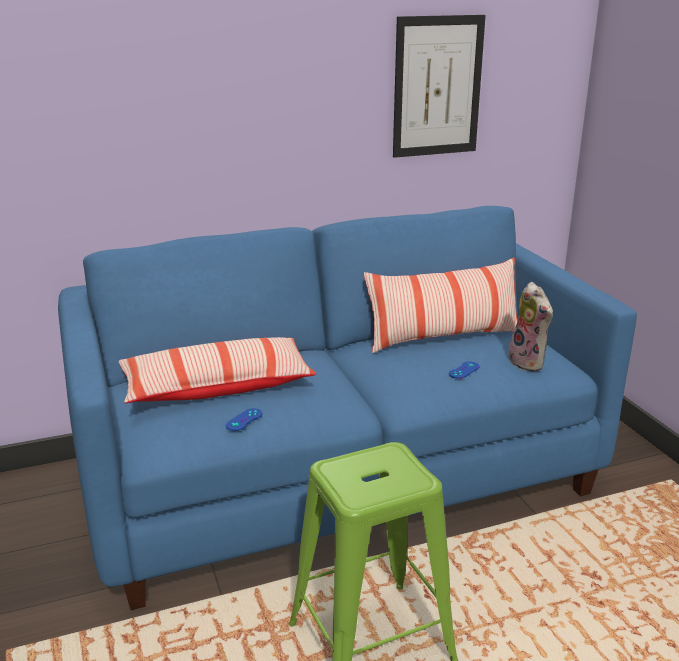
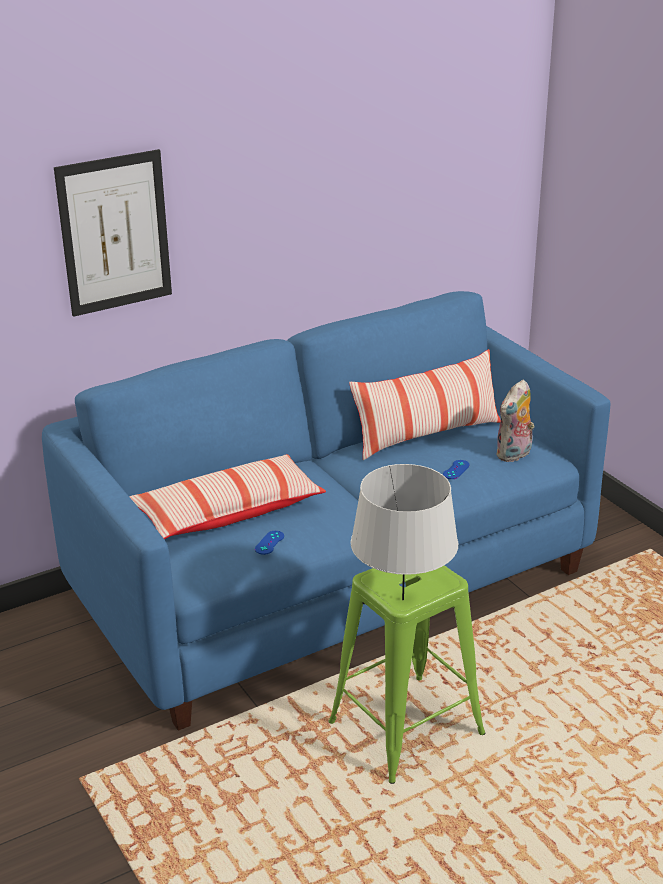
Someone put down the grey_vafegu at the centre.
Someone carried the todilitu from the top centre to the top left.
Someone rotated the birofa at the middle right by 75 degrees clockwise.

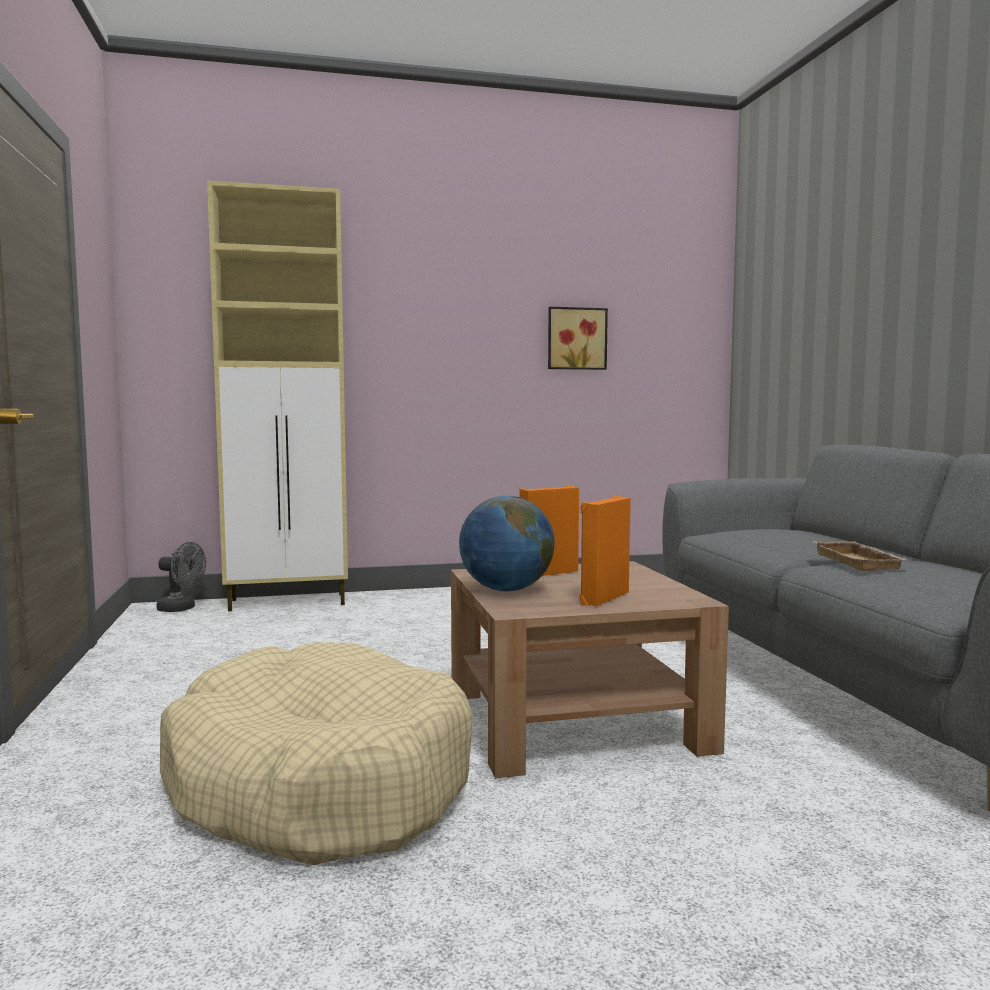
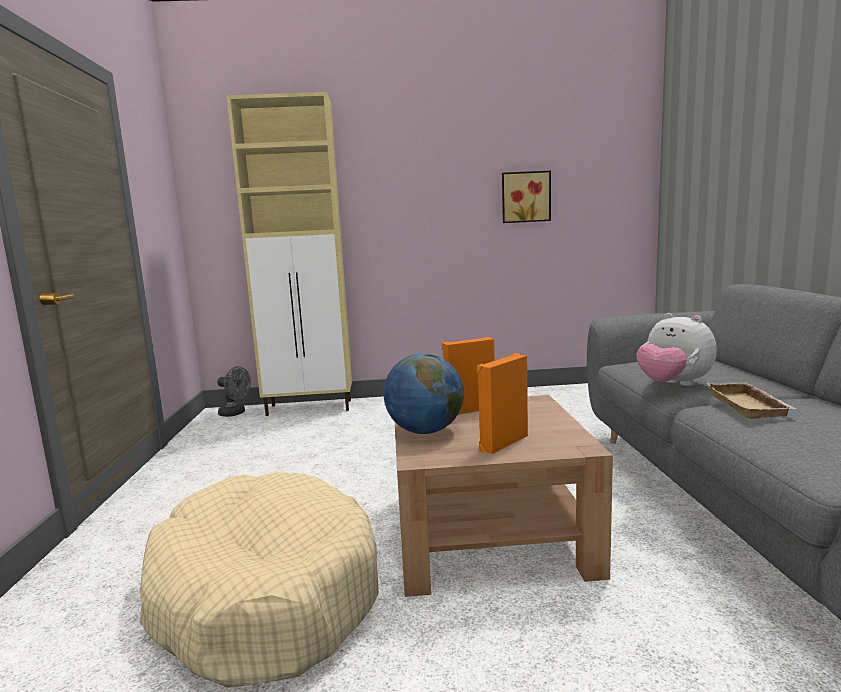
Someone put down the birofa at the middle right.

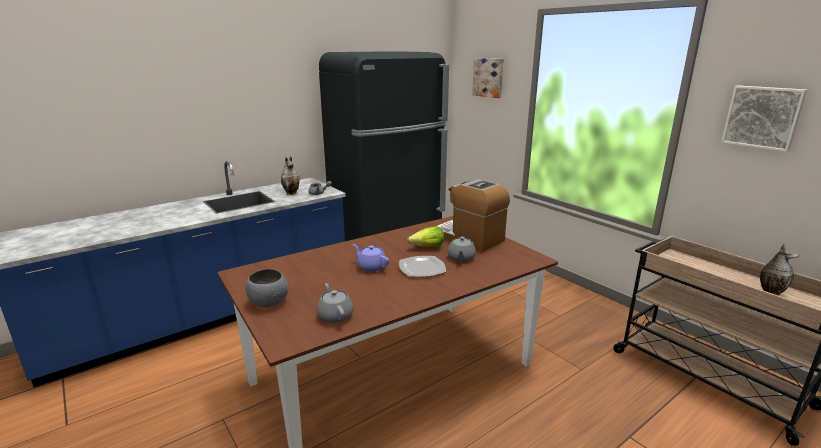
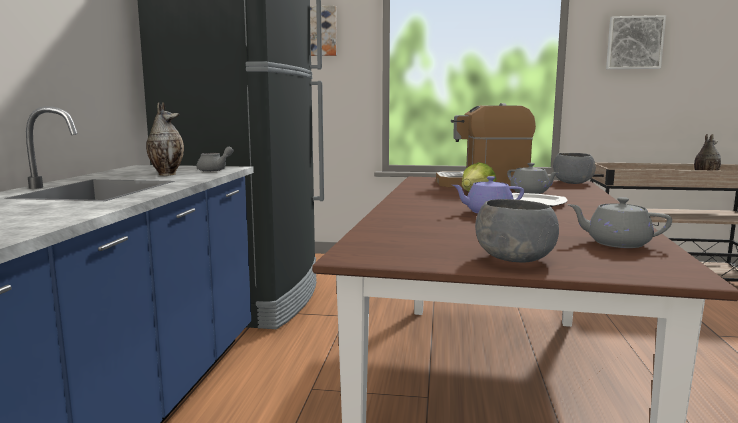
Someone put down the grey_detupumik (2nd from left) at the middle right.

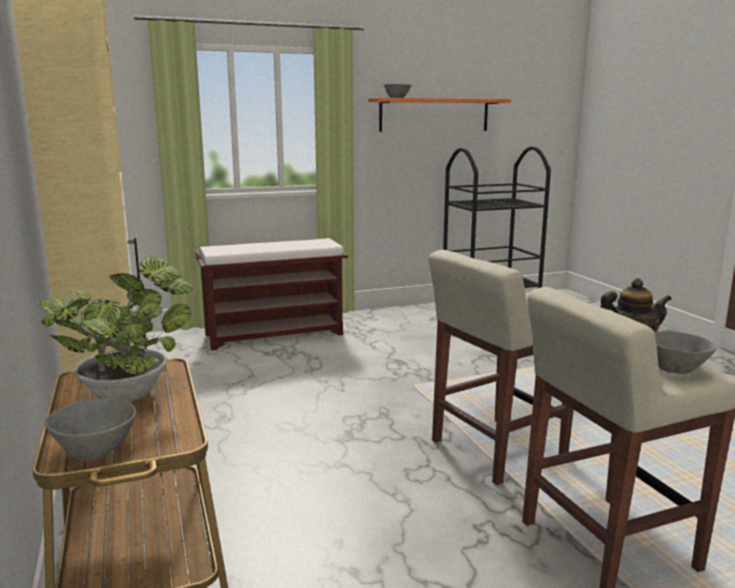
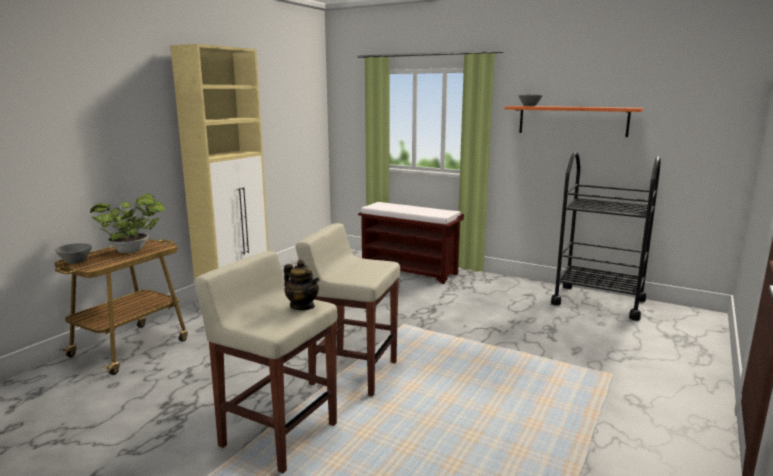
Someone took away the grey_detupumik (3rd from left) at the middle right.

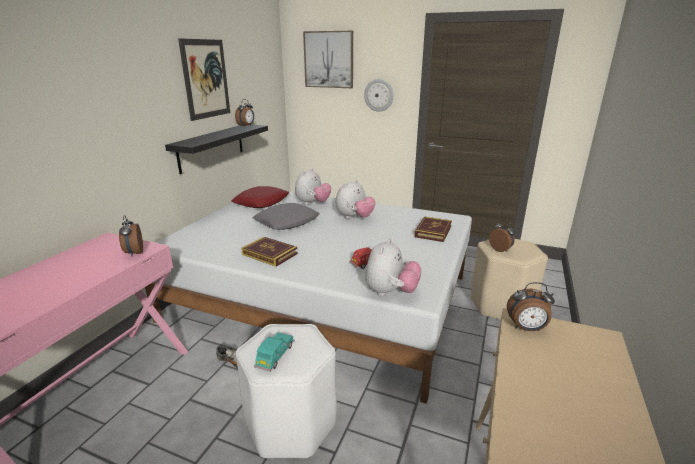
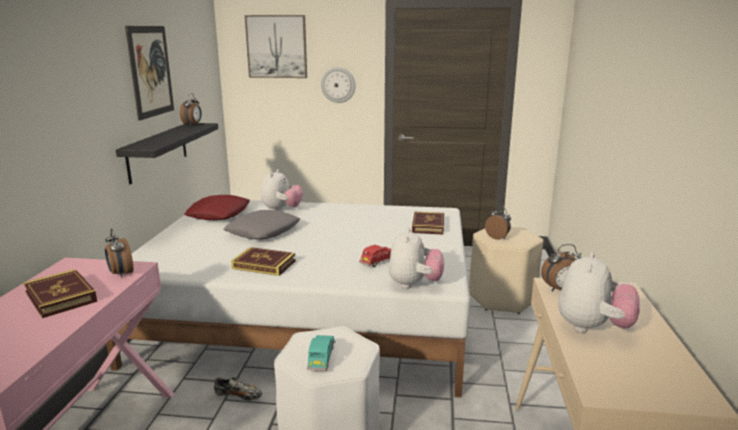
Someone put down the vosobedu (1st from left) at the bottom left.
Someone carried the birofa (2nd from left in the first image) from the centre to the bottom right.

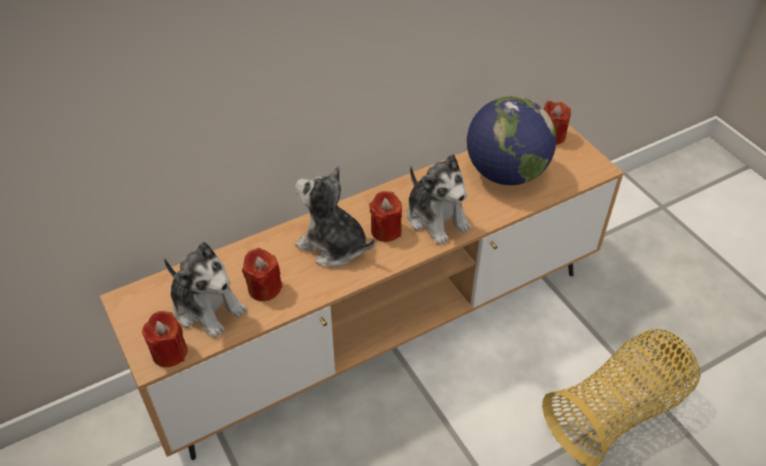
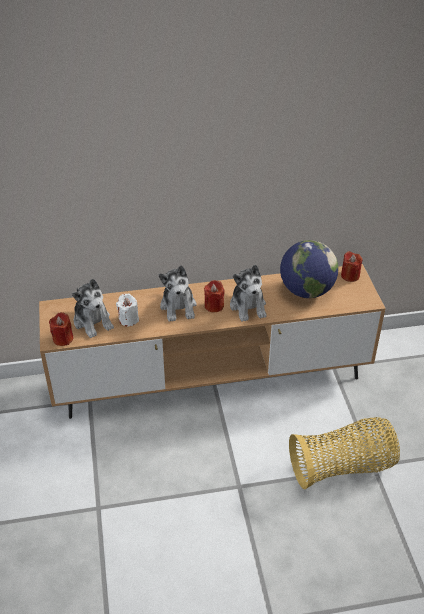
Someone repainted the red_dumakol (2nd from left) at the centre, which became the white_dumakol at the middle left.
Someone rotated the birofa (2nd from left) at the centre by 150 degrees counterclockwise.

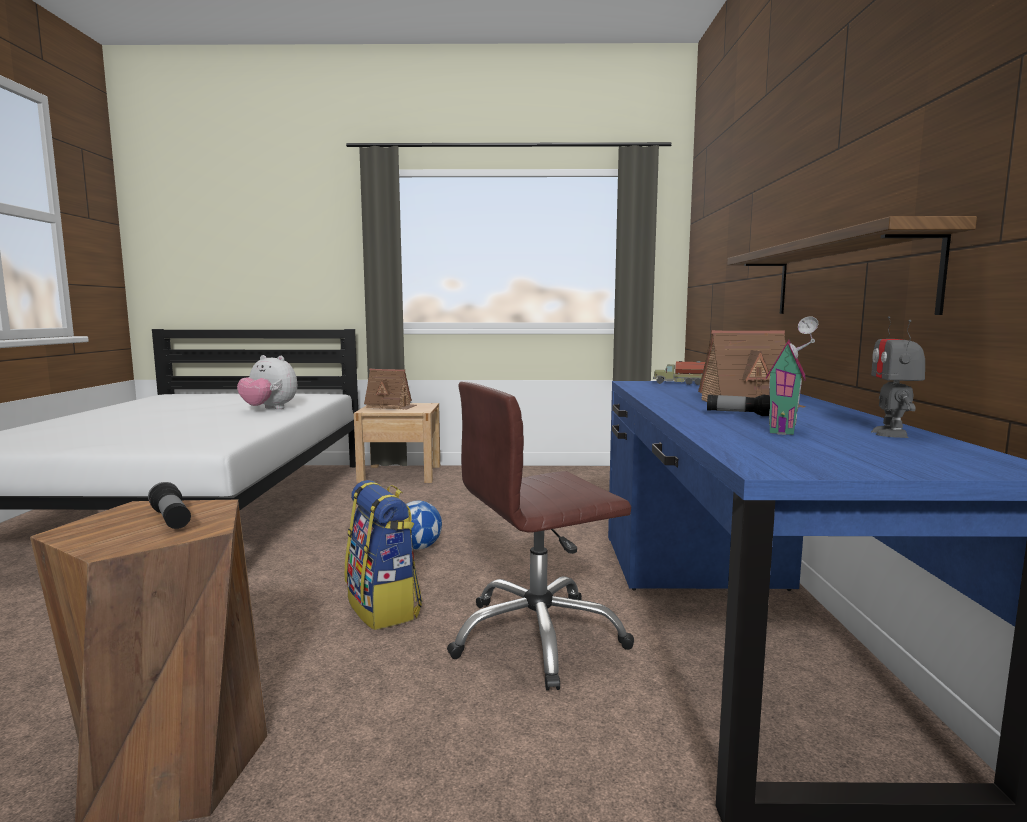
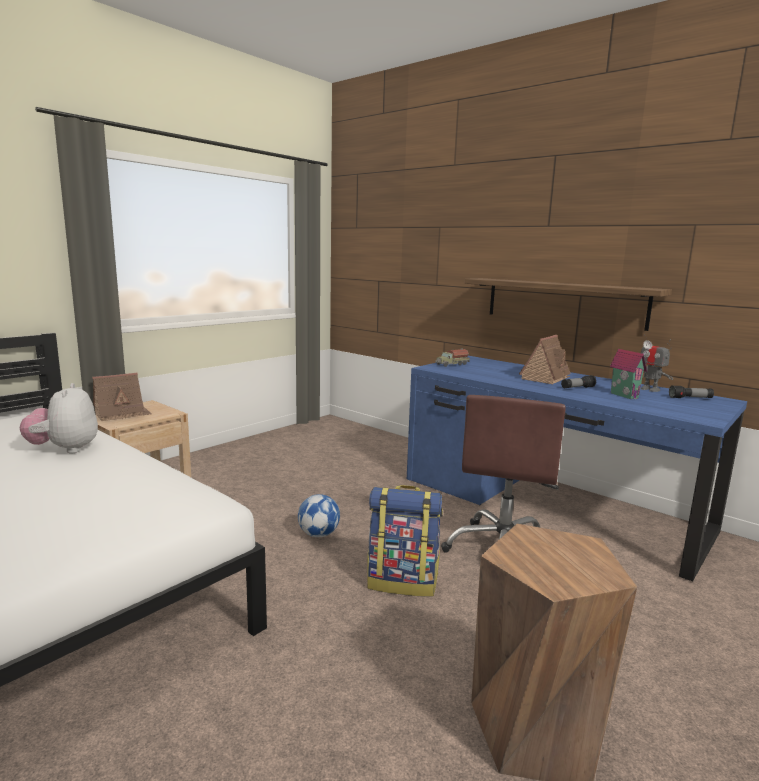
Someone carried the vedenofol (1st from left in the first image) from the middle left to the middle right.
Someone rotated the birofa at the middle left by 105 degrees clockwise.

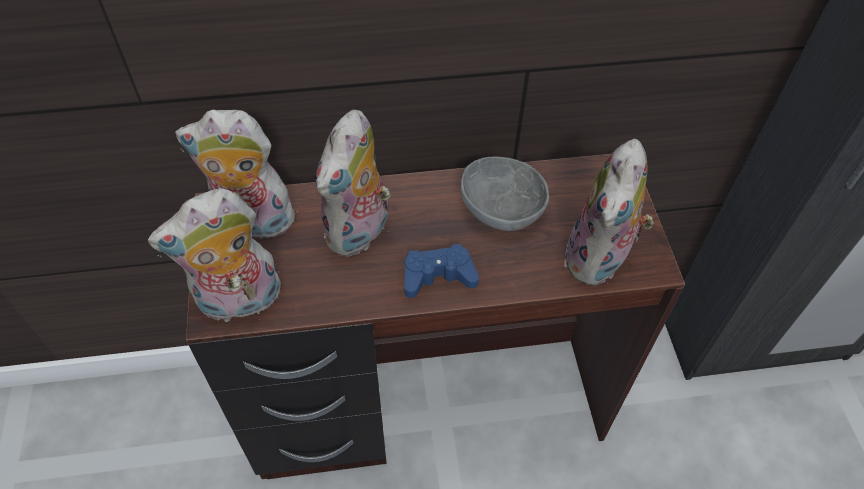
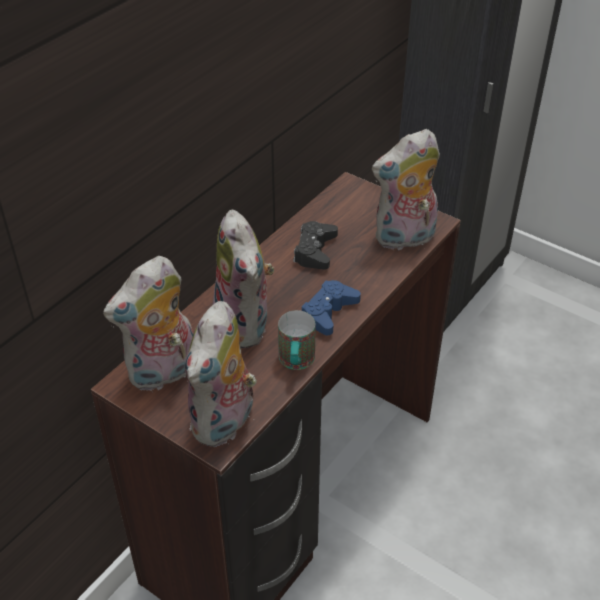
Someone put down the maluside at the centre.
Someone swapped the grey_detupumik at the centre for the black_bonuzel at the centre.
Someone rotated the birofa (4th from left) at the middle right by 90 degrees clockwise.

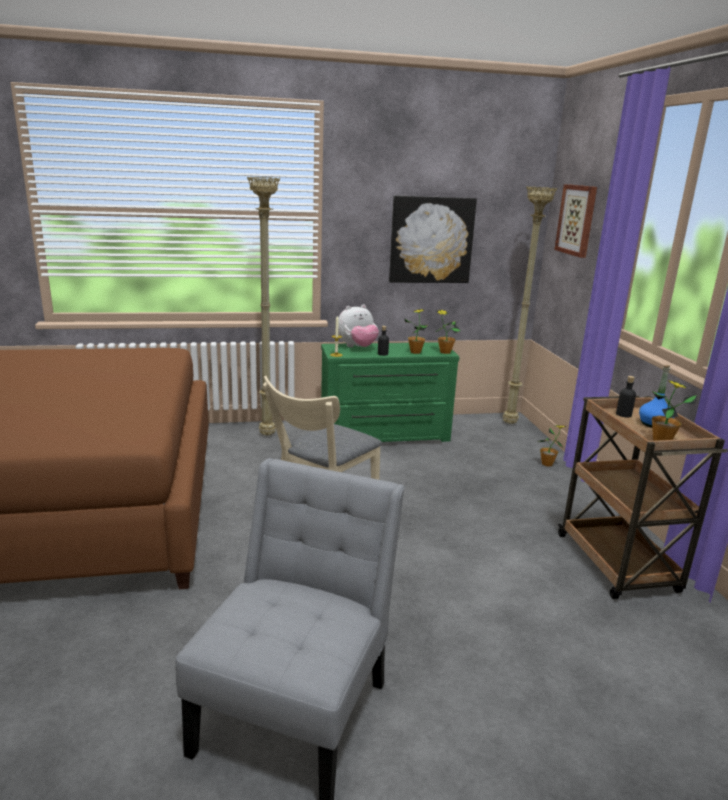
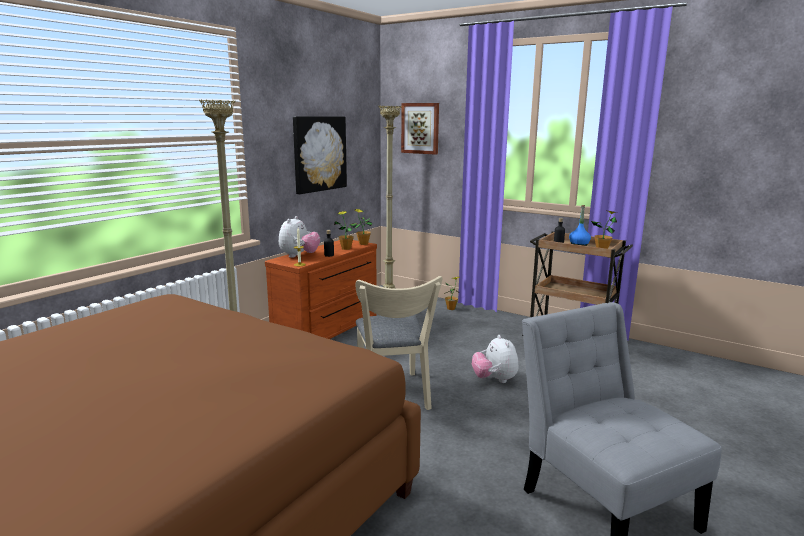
Someone put down the birofa (2nd from left) at the bottom centre.
Someone repainted the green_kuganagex at the centre, which became the brown_kuganagex at the centre.

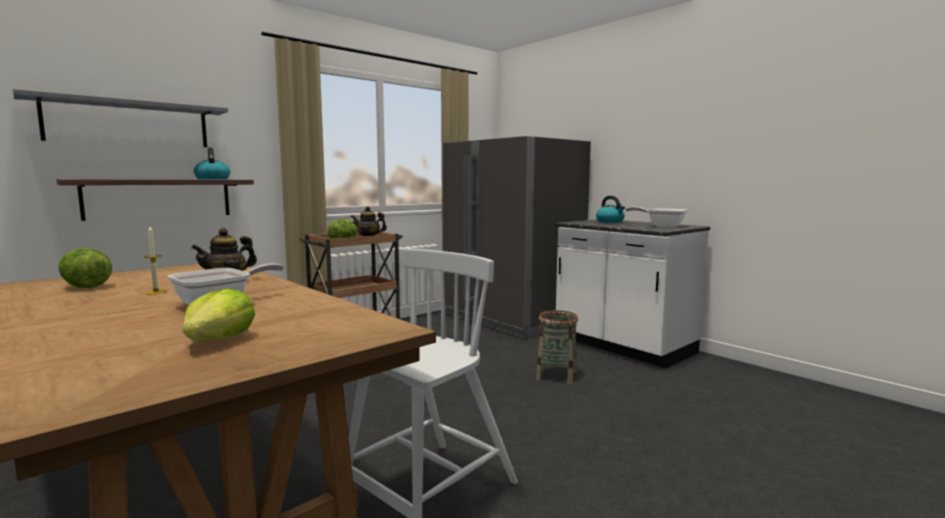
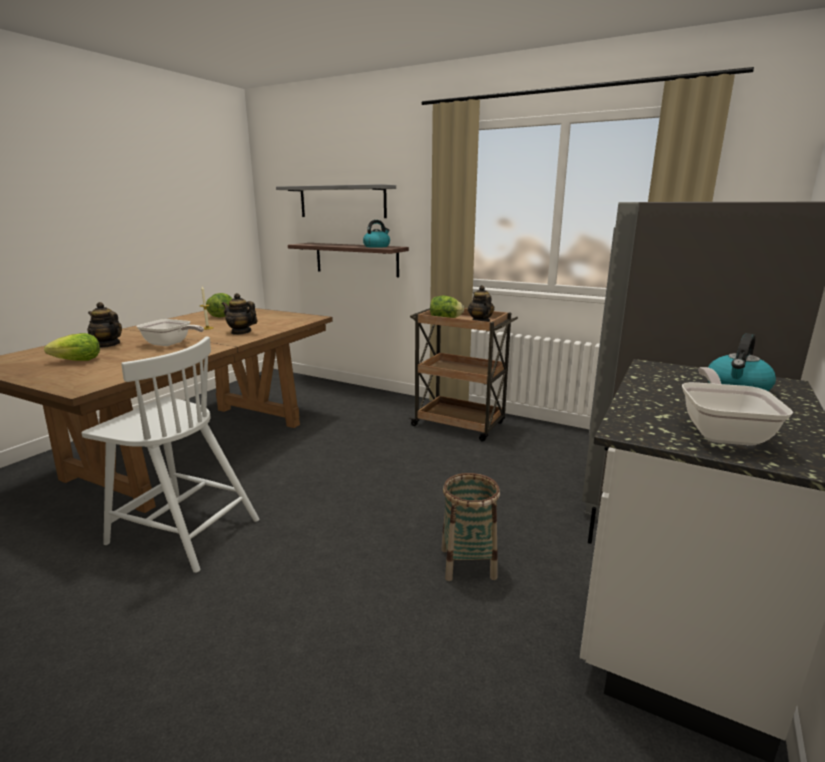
Someone put down the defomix (1st from left) at the middle left.

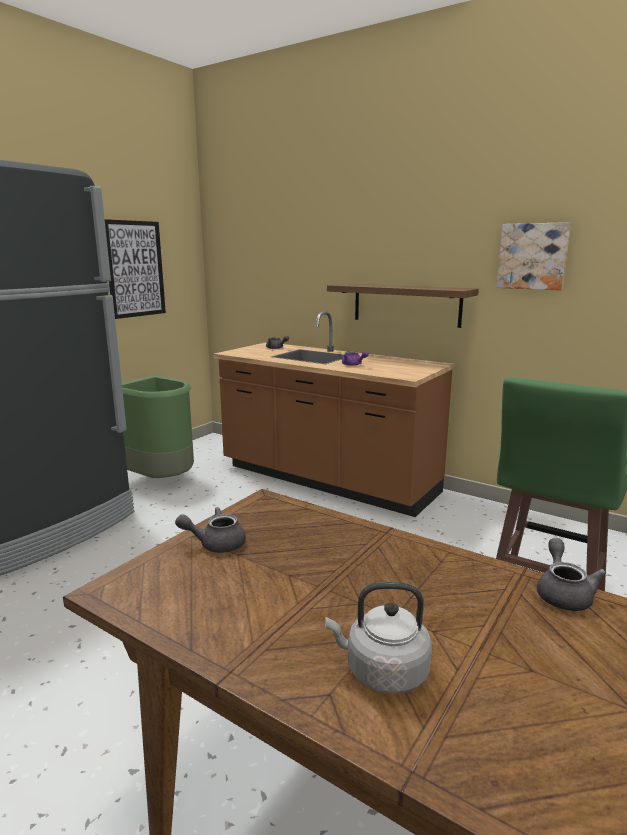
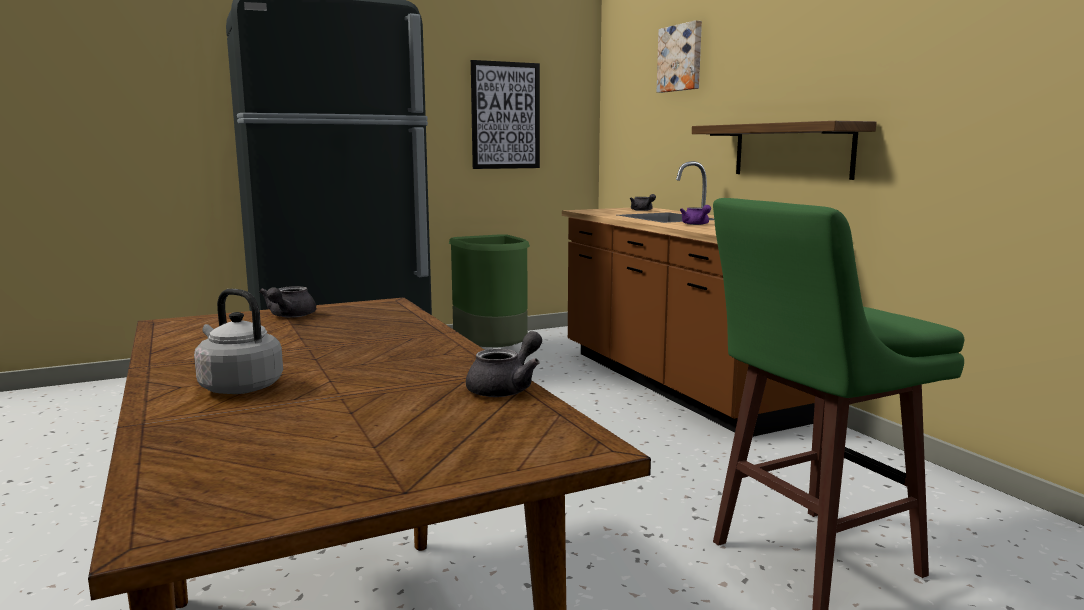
Someone carried the todilitu (2nd from left) from the top right to the top centre.
Someone rotated the grey_defomix (1st from left) at the centre by 105 degrees counterclockwise.

